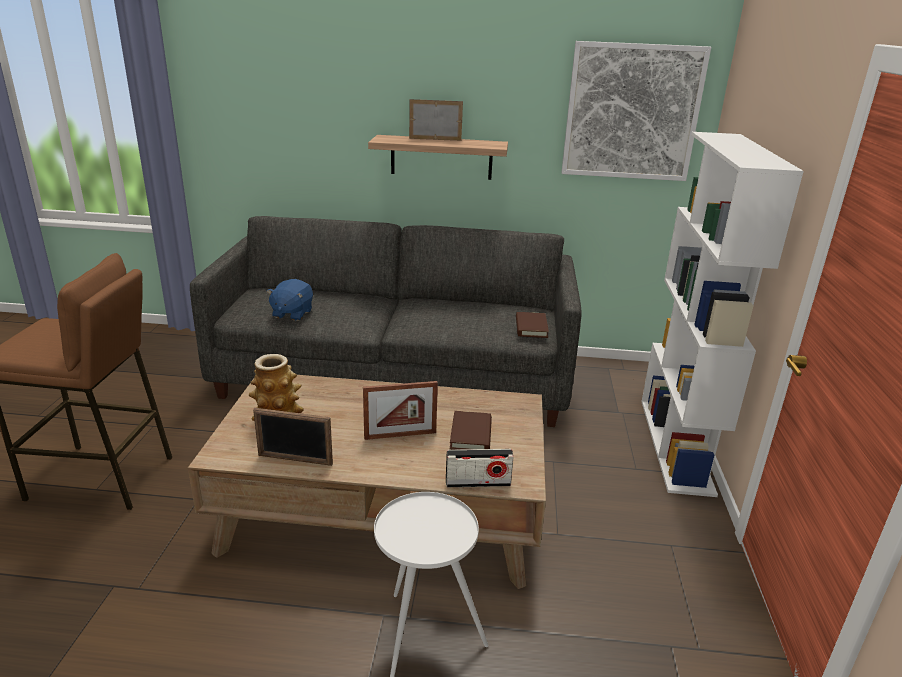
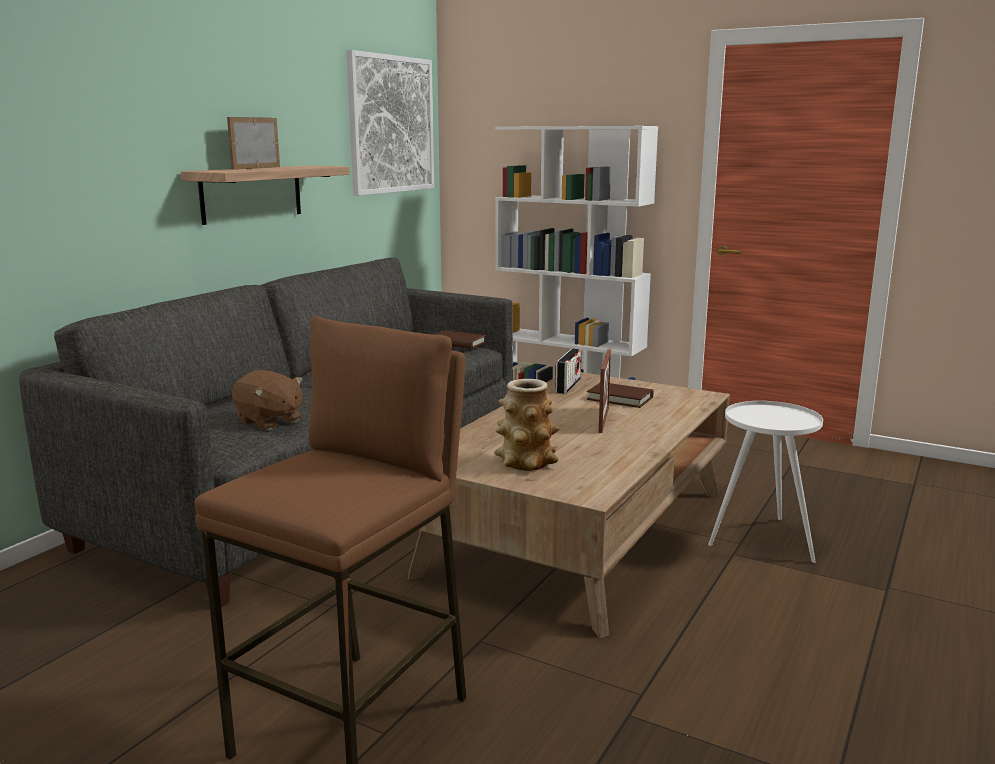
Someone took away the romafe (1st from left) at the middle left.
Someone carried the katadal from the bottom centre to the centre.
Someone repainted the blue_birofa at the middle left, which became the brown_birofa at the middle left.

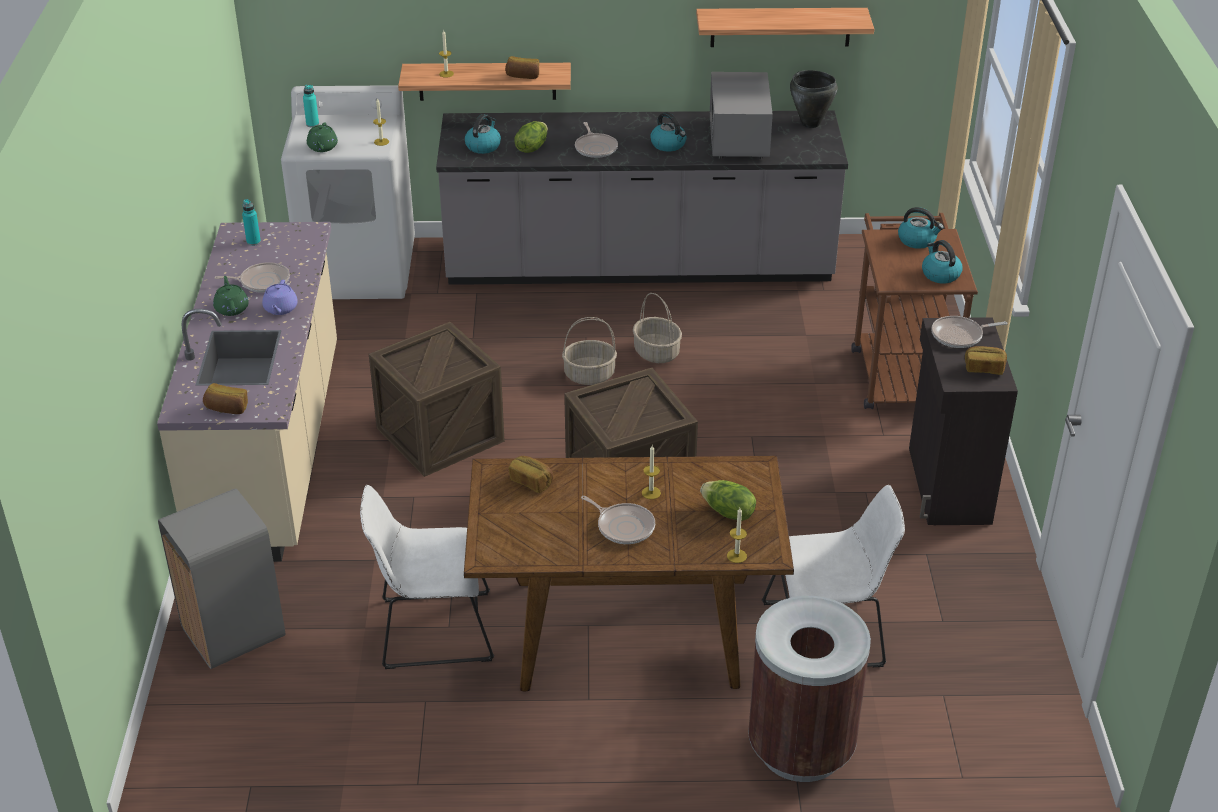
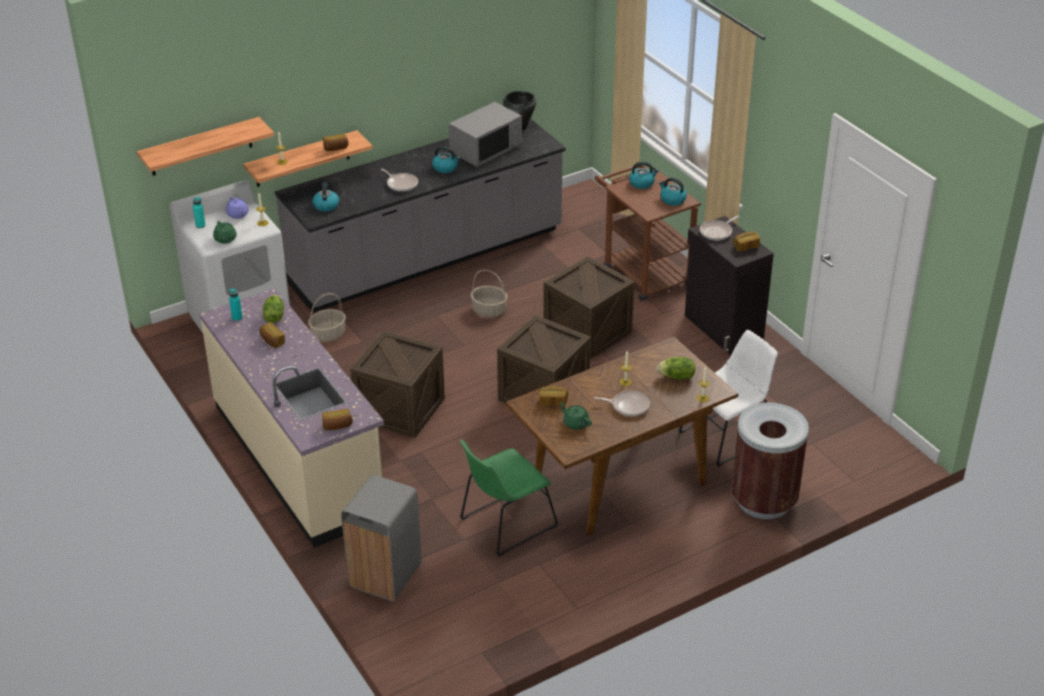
Someone put down the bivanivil (3rd from left) at the centre.
Someone carried the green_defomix (1st from left in the first image) from the middle left to the centre.
Someone carried the purple_defomix from the middle left to the top left.
Someone carried the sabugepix (1st from left) from the top centre to the middle left.
Someone carried the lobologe (1st from left) from the centre to the middle left.
Someone carried the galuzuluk (2nd from left in the first image) from the top centre to the top left.
Someone swapped the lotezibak (1st from left) at the middle left for the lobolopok (1st from left) at the middle left.
Someone repainted the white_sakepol (1st from left) at the bottom centre, which became the green_sakepol at the bottom centre.
Someone rotated the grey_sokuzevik at the top centre by 105 degrees counterclockwise.

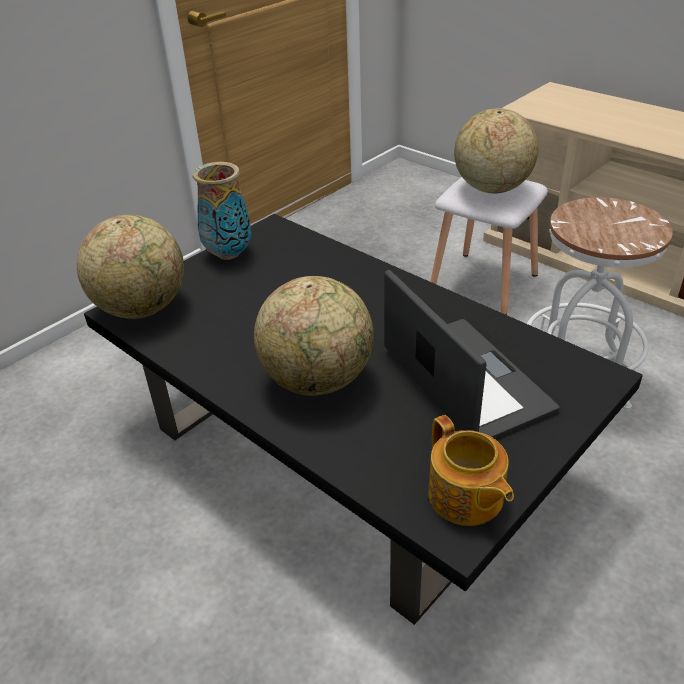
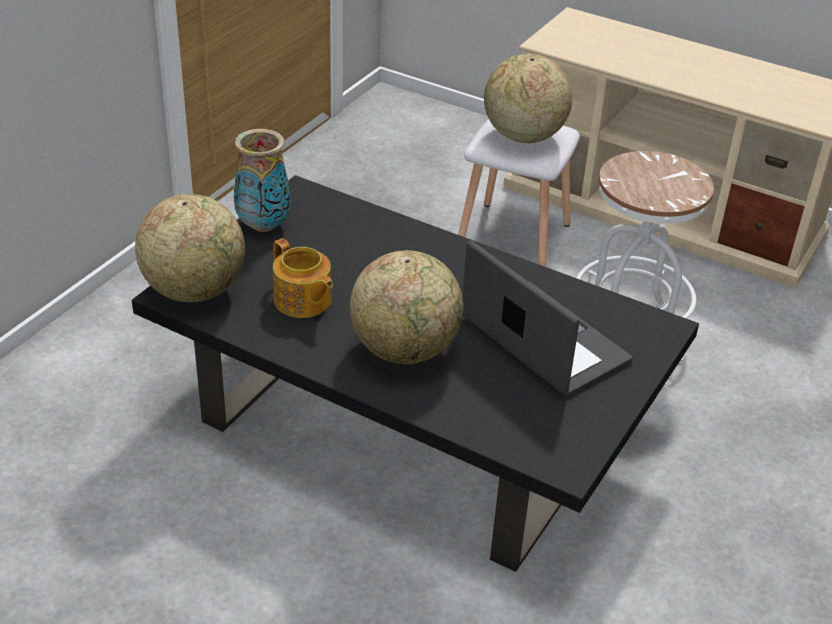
Someone carried the defomix from the bottom right to the centre.

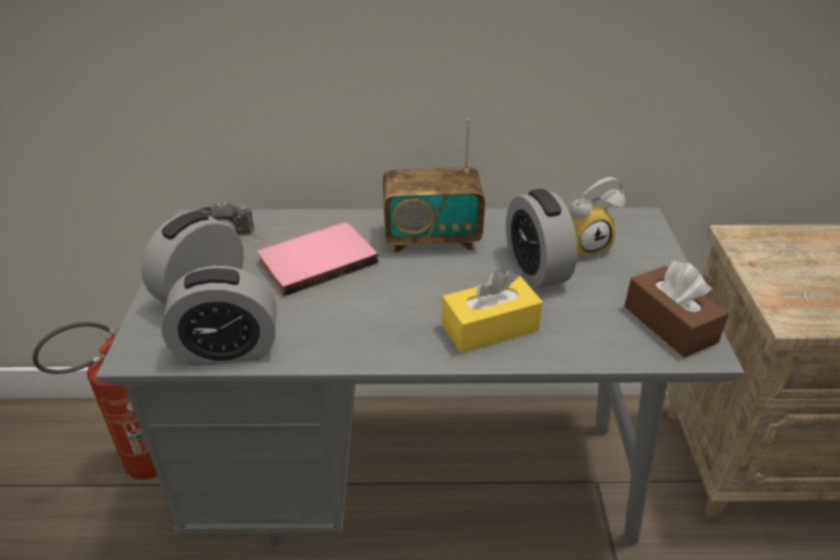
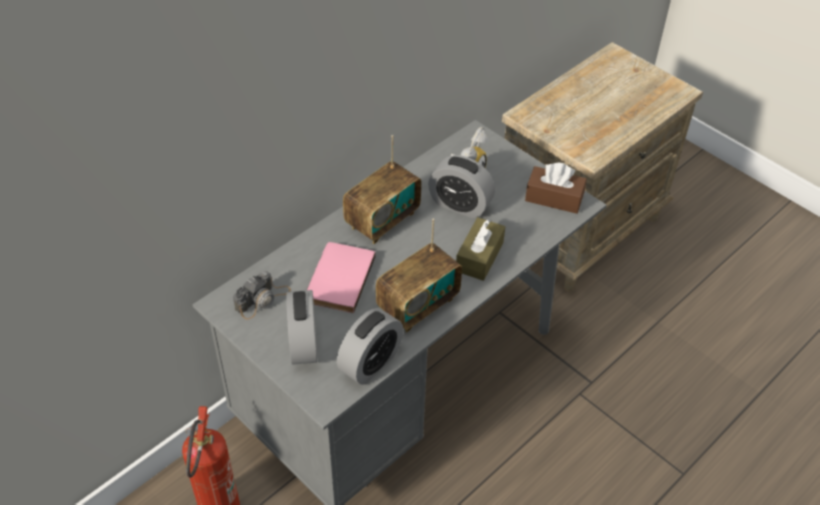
Someone put down the katadal (2nd from left) at the centre.
Someone repainted the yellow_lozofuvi at the centre, which became the brown_lozofuvi (1st from left) at the centre.

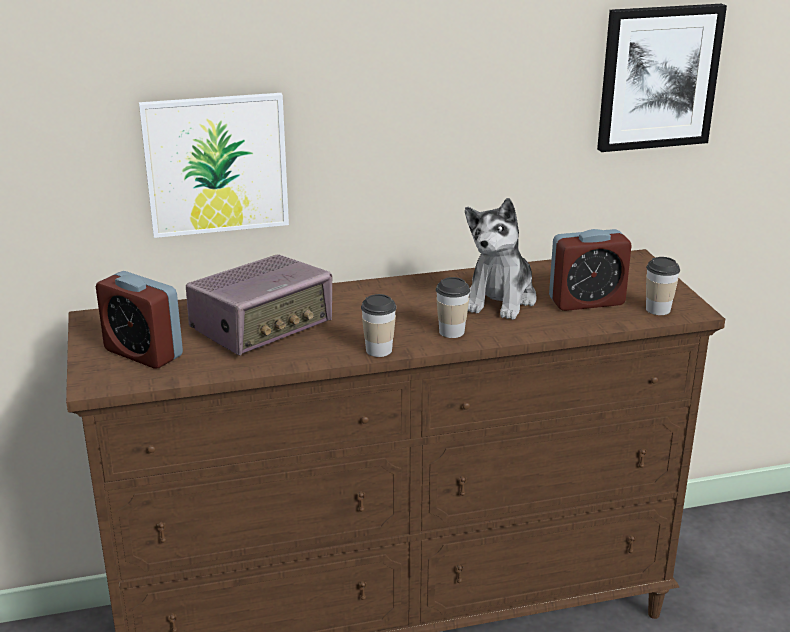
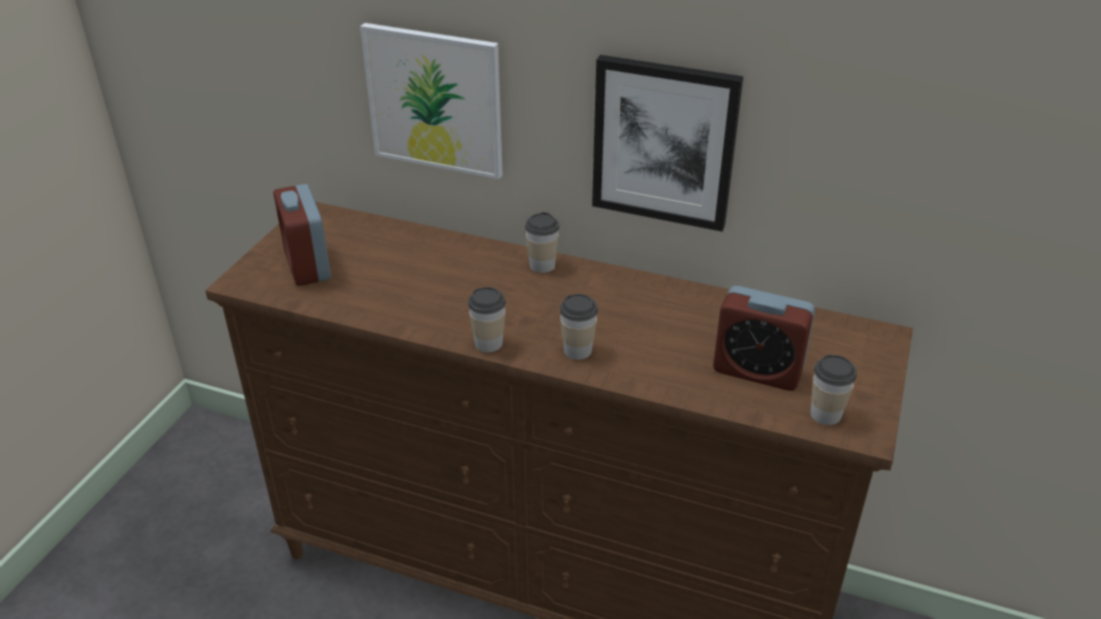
Someone took away the katadal at the middle left.
Someone took away the birofa at the centre.
Someone put down the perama (2nd from left) at the centre.
Someone carried the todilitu (2nd from left) from the top right to the top centre.

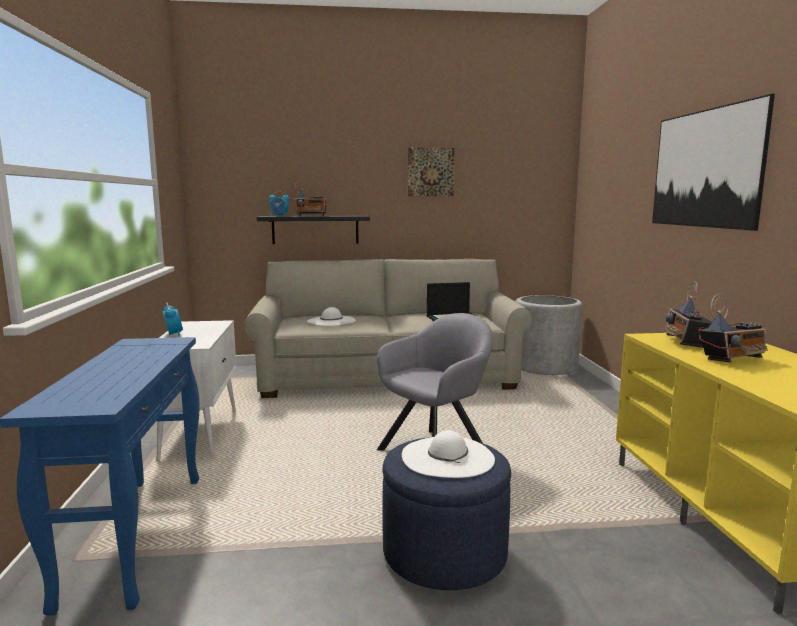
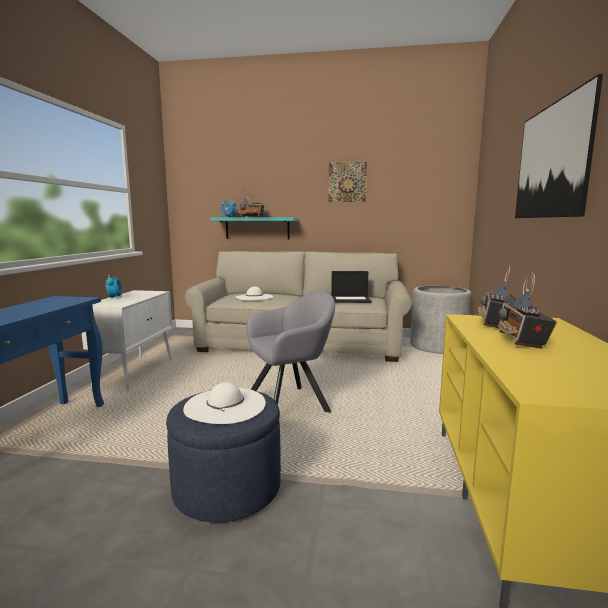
Someone repainted the black_galuzuluk at the centre, which became the turquoise_galuzuluk at the centre.
Someone rotated the katadal (3rd from left) at the middle right by 105 degrees clockwise.

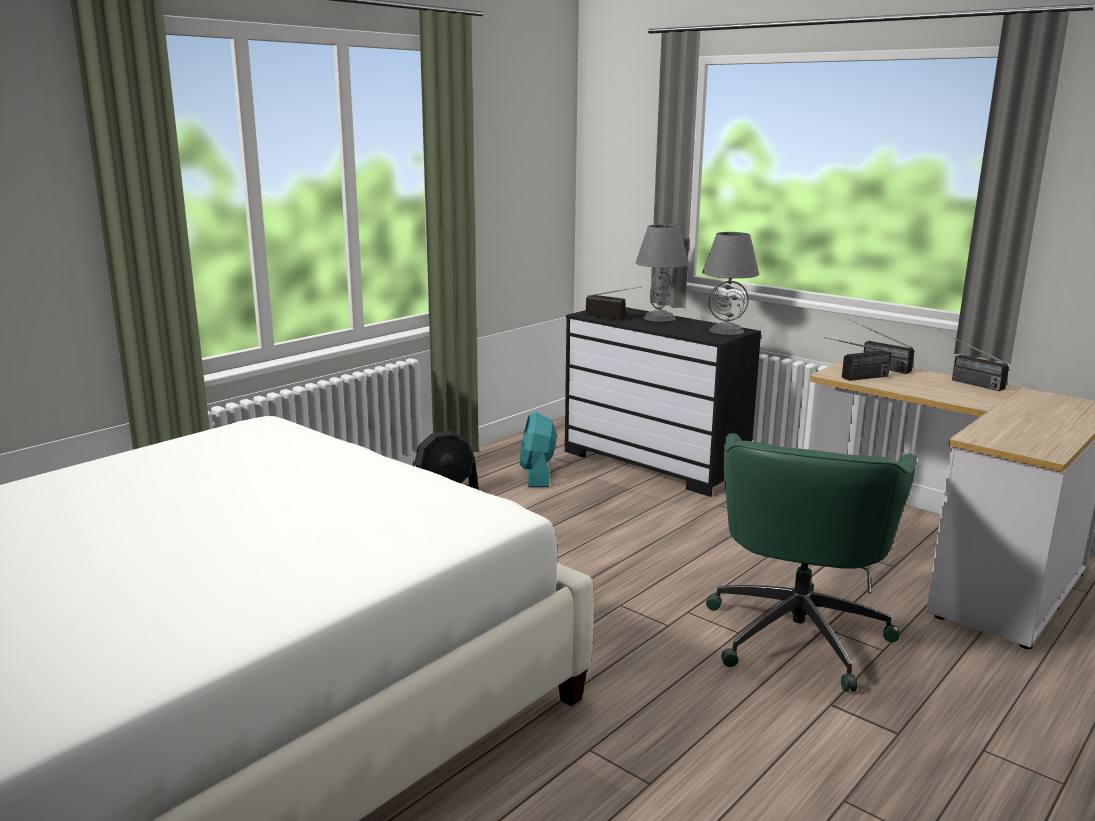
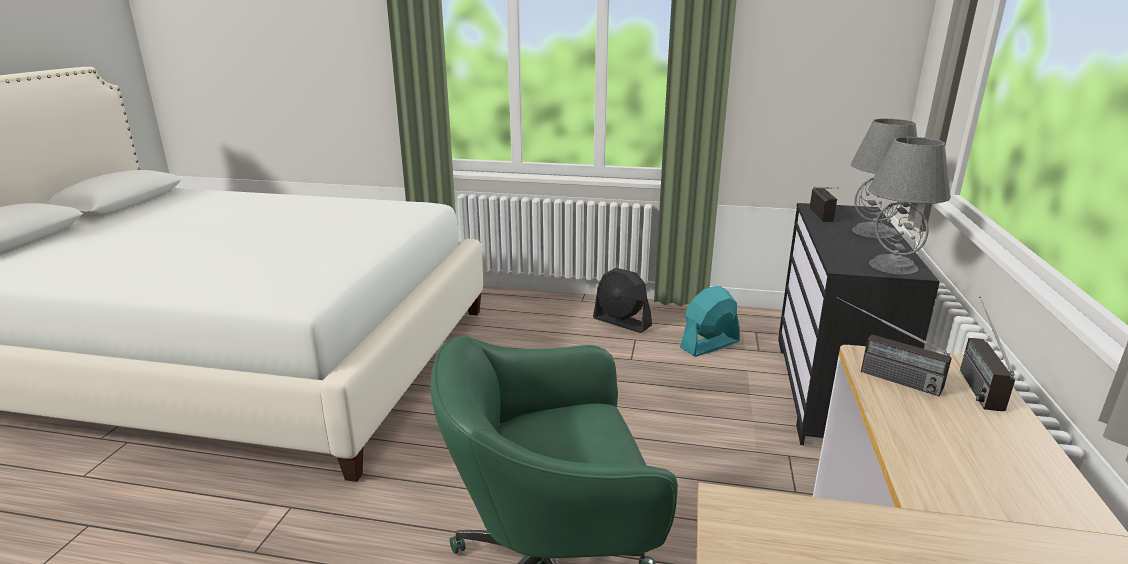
Someone took away the katadal (4th from left) at the middle right.

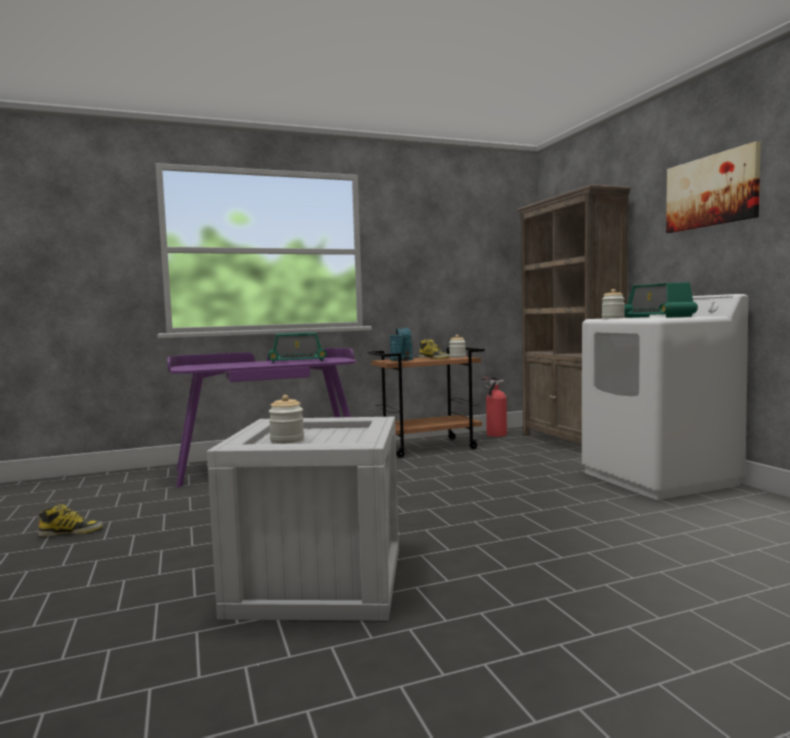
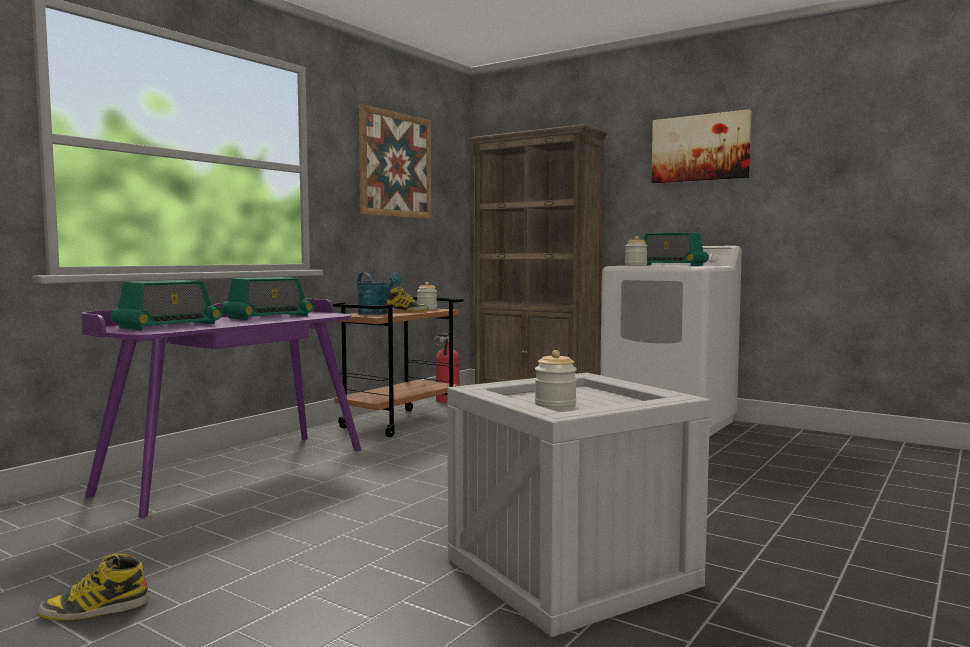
Someone put down the katadal (1st from left) at the middle left.
Someone put up the todilitu (1st from left) at the top centre.
Someone rotated the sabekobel (1st from left) at the bottom left by 150 degrees counterclockwise.

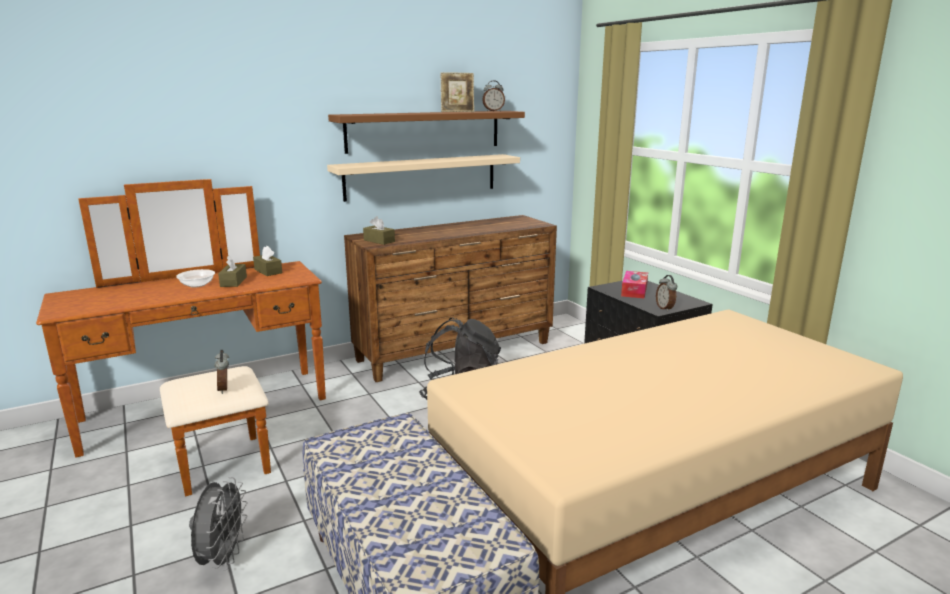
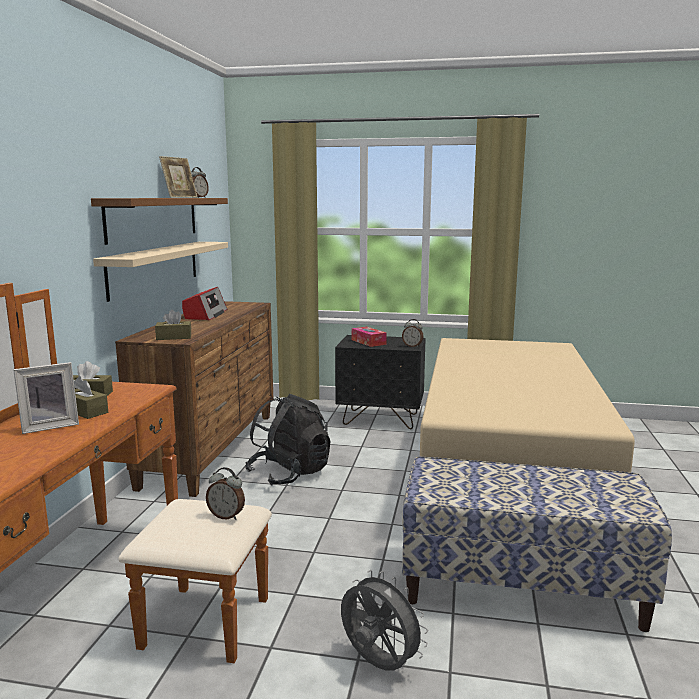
Someone put down the katadal at the middle left.
Someone swapped the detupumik at the middle left for the romafe (1st from left) at the middle left.

